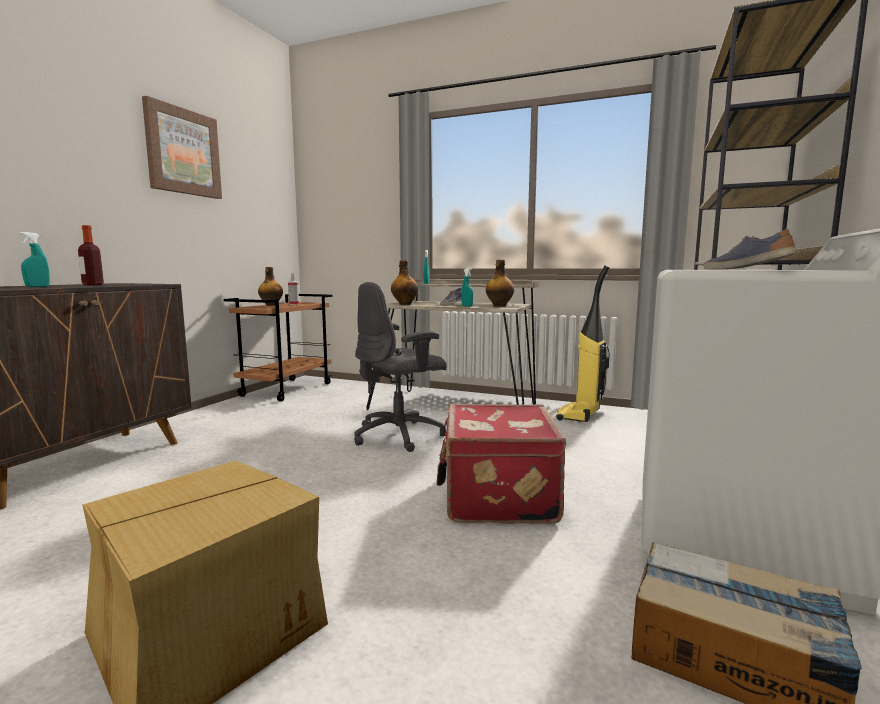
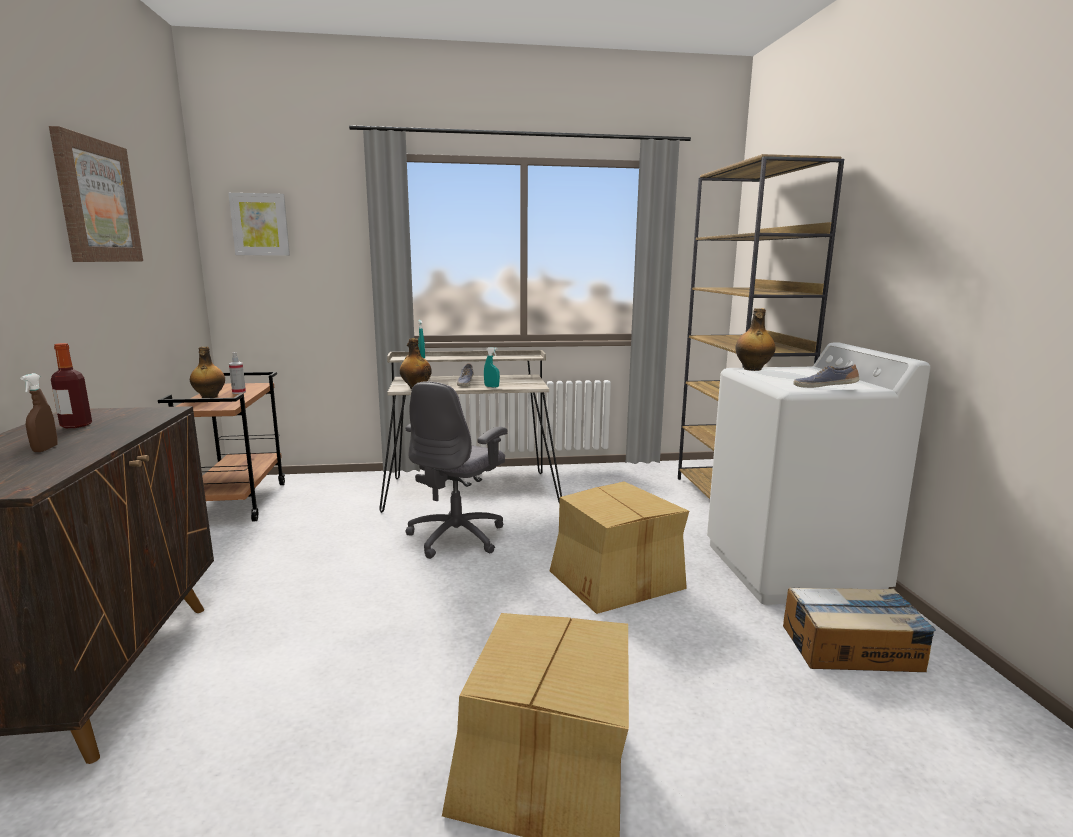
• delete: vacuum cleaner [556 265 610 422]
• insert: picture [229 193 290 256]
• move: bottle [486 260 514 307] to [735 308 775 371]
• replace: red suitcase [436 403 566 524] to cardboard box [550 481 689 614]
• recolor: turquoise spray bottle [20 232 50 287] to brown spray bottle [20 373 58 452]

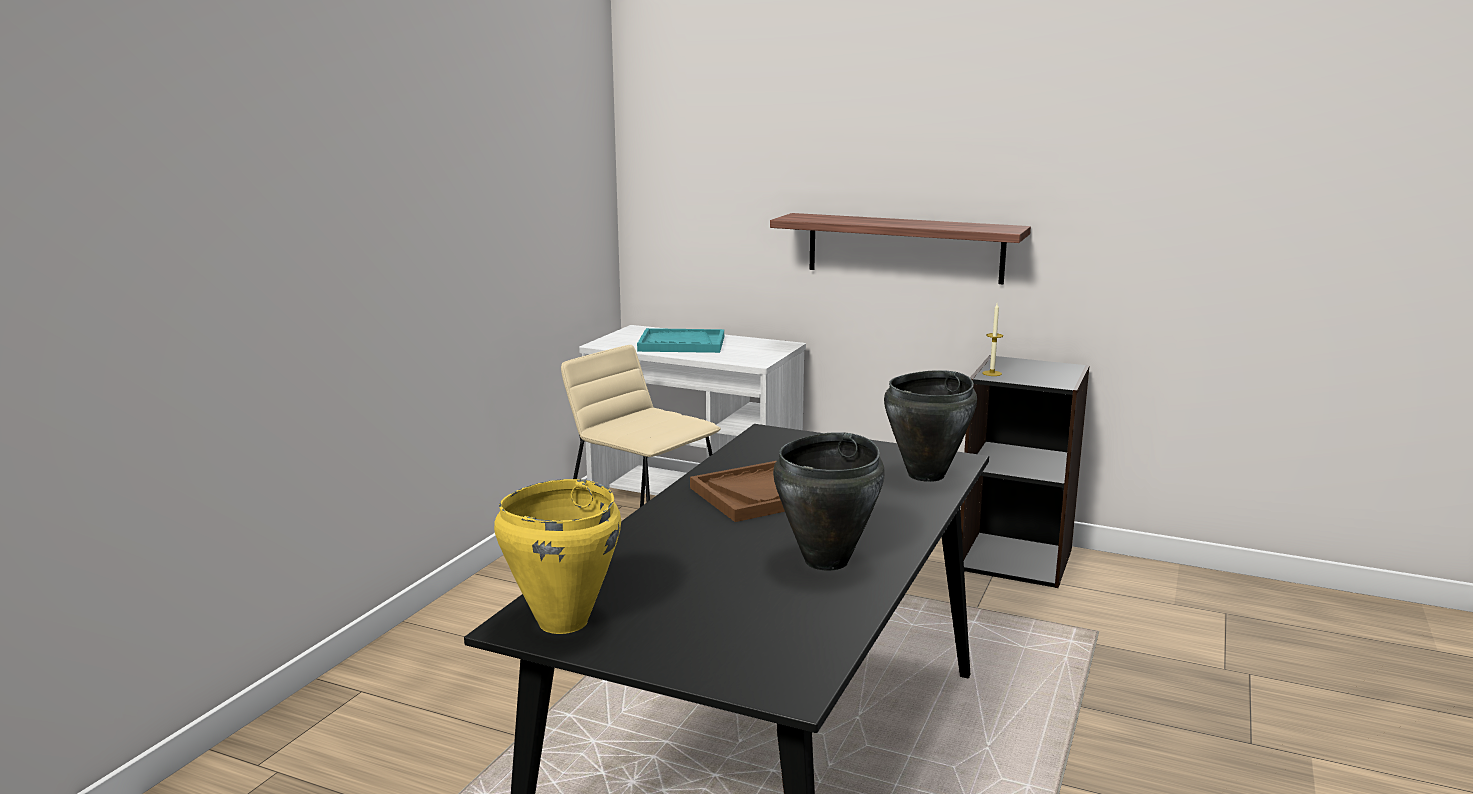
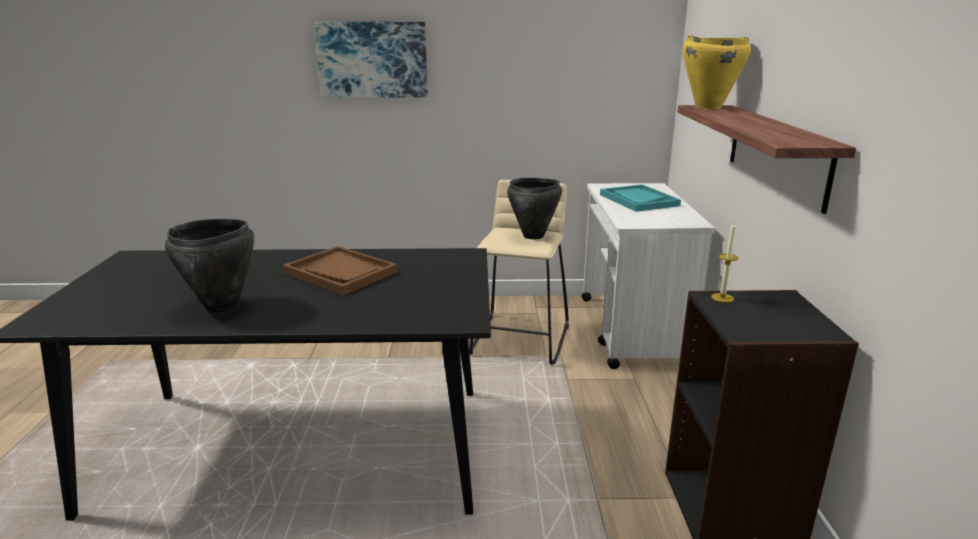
• insert: picture [314 22 428 98]
• move: yellow cooking pot [494 479 621 634] to [682 35 751 109]
• move: black cooking pot [884 370 977 482] to [507 178 562 239]

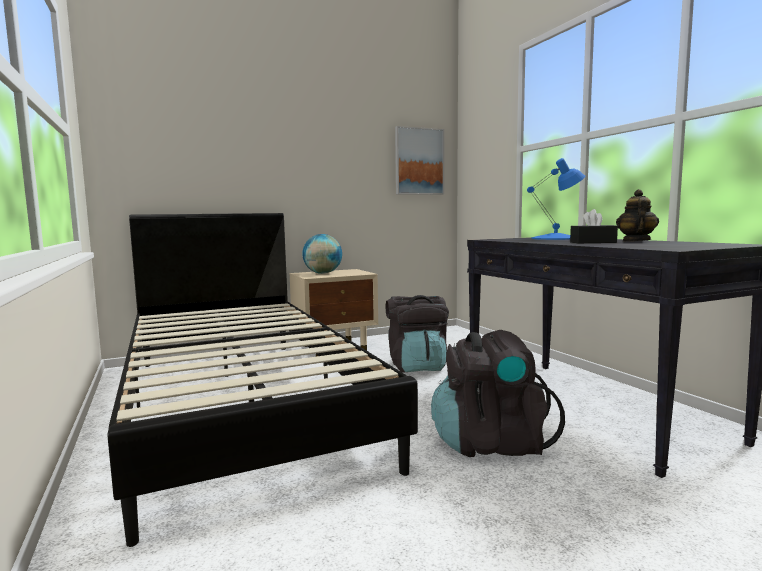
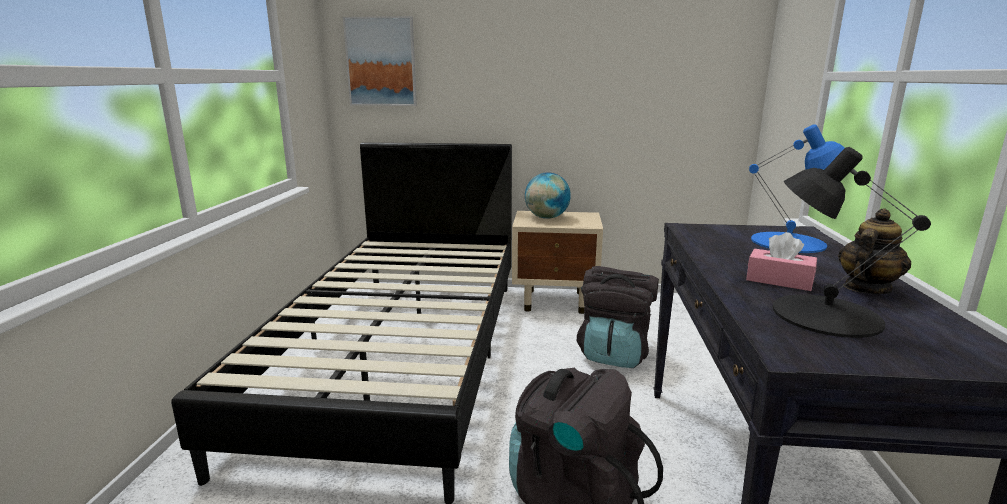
• insert: black table lamp [773 147 931 338]
• move: picture [395 126 444 195] to [343 16 417 106]
• recolor: black tissue box [570 209 618 243] to pink tissue box [746 232 817 291]

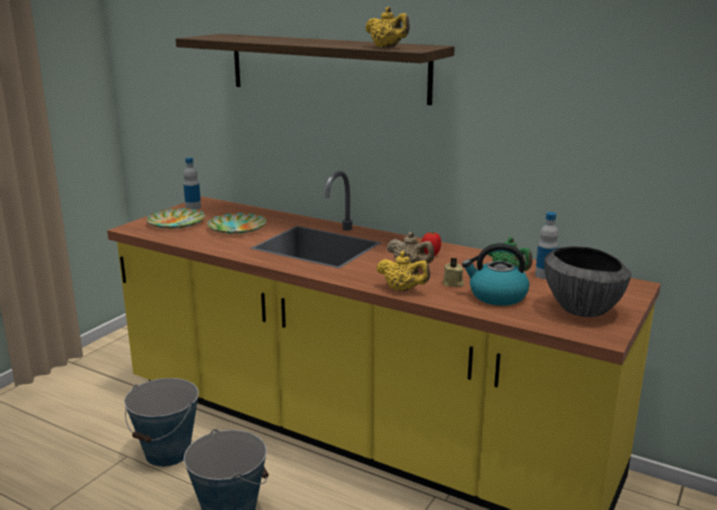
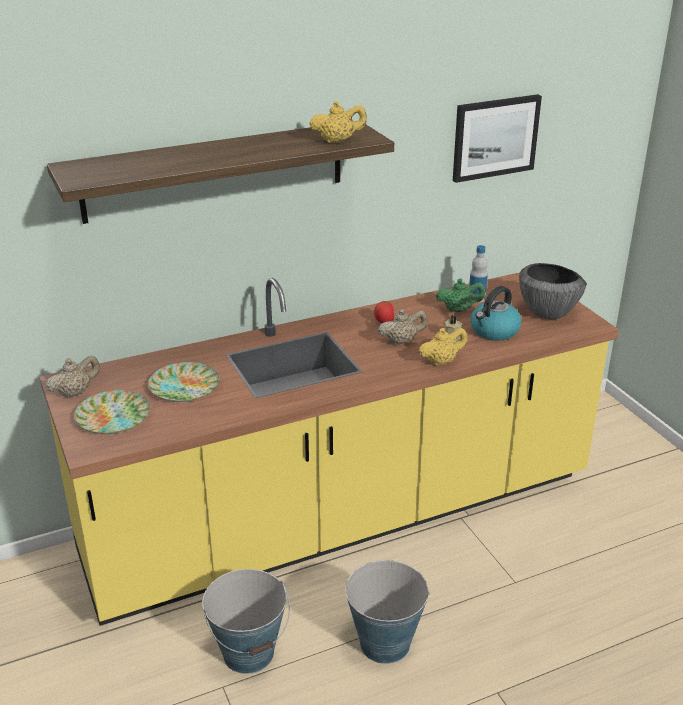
• insert: picture [453 94 542 183]
• replace: bottle [183 157 201 210] to beige teapot [46 355 100 398]

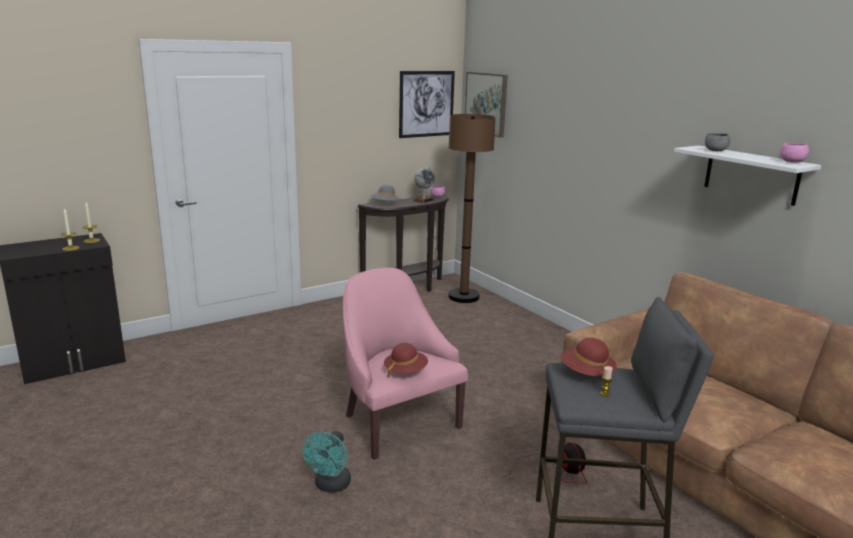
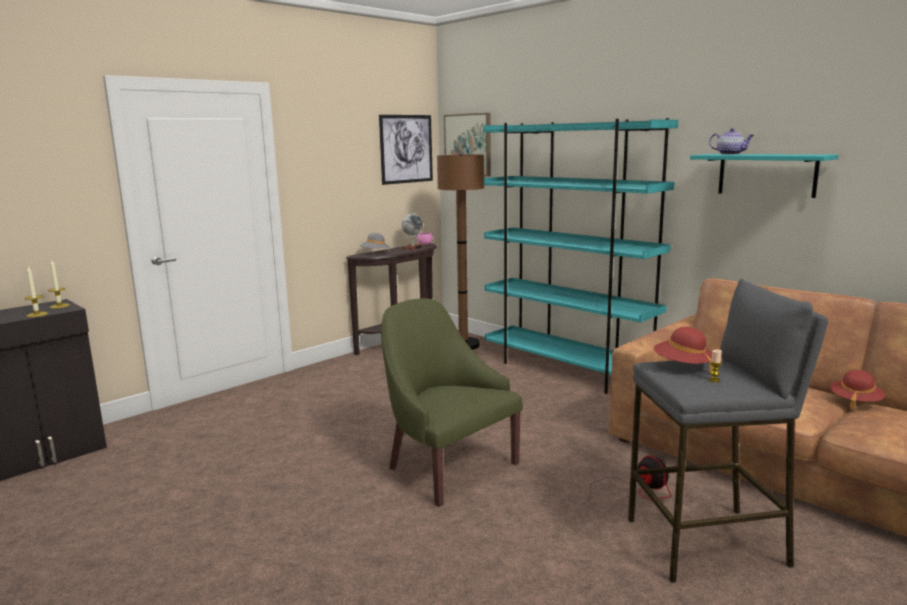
• delete: turquoise fan [302 431 351 492]
• delete: pink bowl [780 143 809 162]
• insert: turquoise bookcase [484 118 678 394]
• move: red hat [384 343 428 378] to [830 370 885 410]
• replace: grey bowl [705 133 730 151] to teapot [709 128 754 155]
• recolor: pink armchair [343 268 468 460] to green armchair [381 298 523 507]
• recolor: white shelf [674 146 821 206] to turquoise shelf [690 154 838 198]

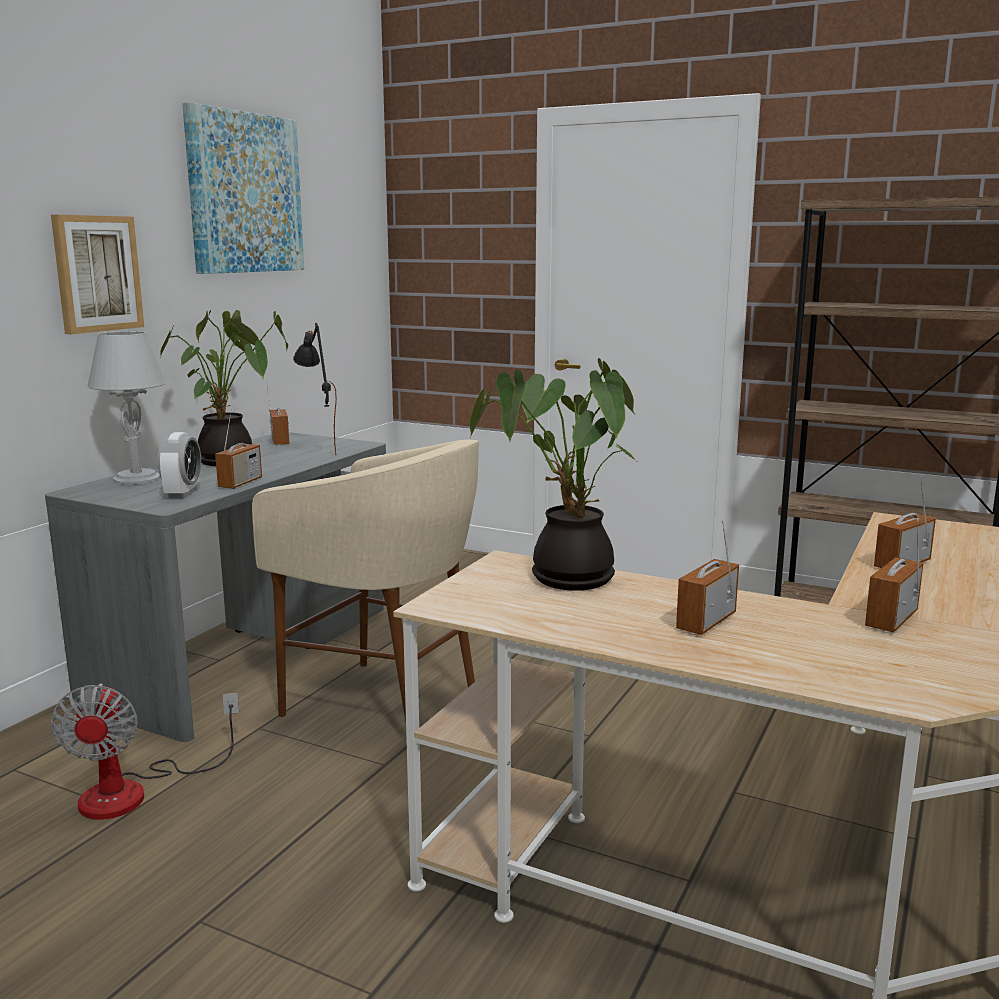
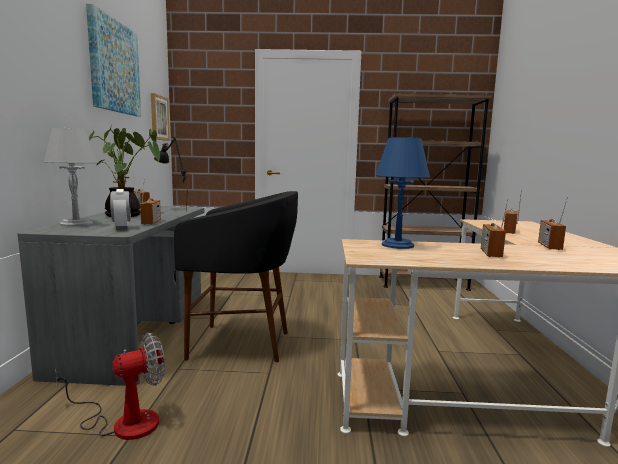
• move: picture [51 215 144 334] to [151 93 170 141]
• replace: potted plant [470 358 636 591] to blue table lamp [375 137 430 249]
• recolor: beige stool [252 440 479 722] to black stool [174 191 298 362]
• rotate: fan [50 683 239 820] = [55 333 165 440] 90 degrees counterclockwise

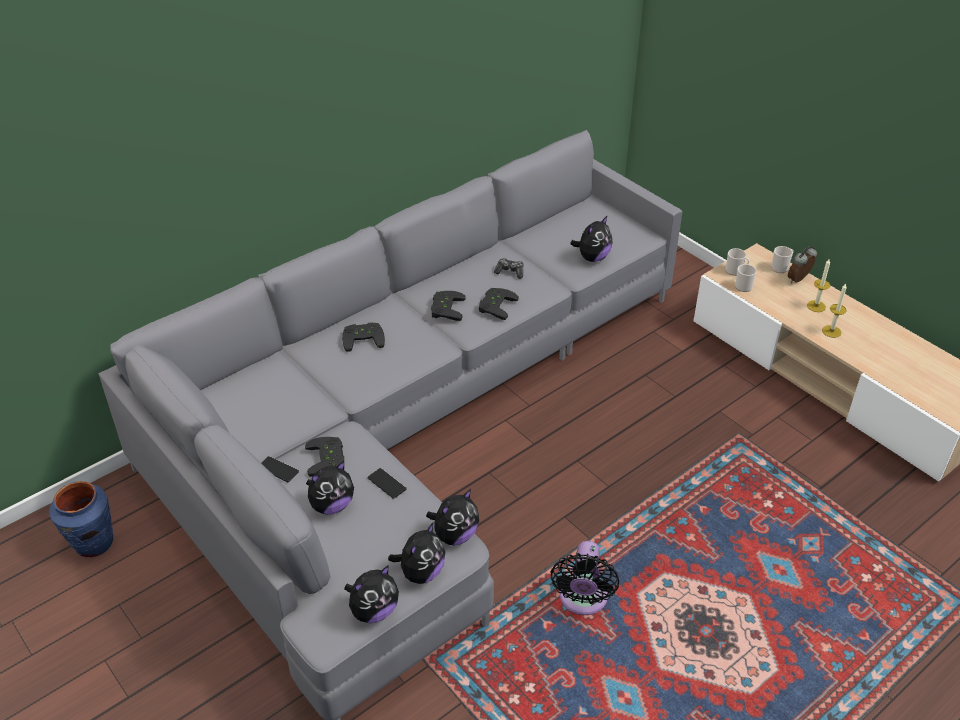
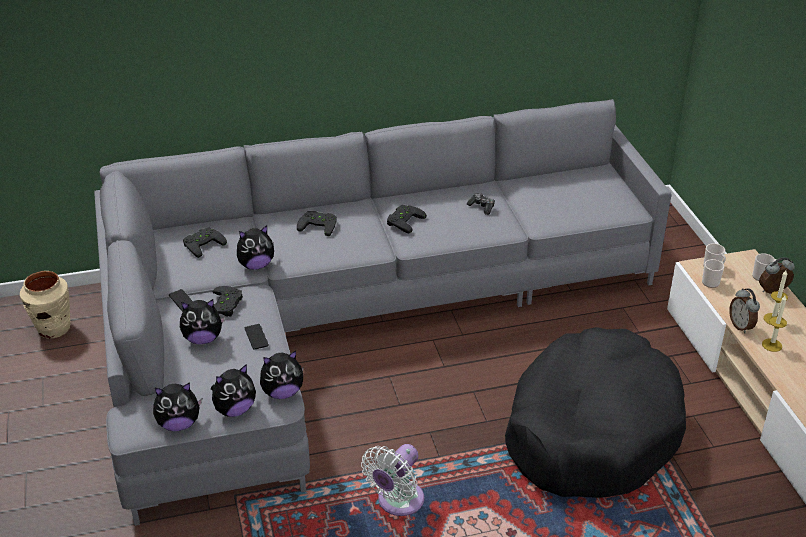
• insert: black dog bed [505 327 686 498]
• insert: alarm clock [729 288 760 334]
• move: black game controller [479 288 519 320] to [183 228 227 258]
• move: plush toy [570 216 612 262] to [237 226 274 270]
• recolor: blue vase [49 481 113 557] to beige vase [20 271 70 339]
• recolor: black fan [551 541 619 615] to white fan [361 444 424 516]

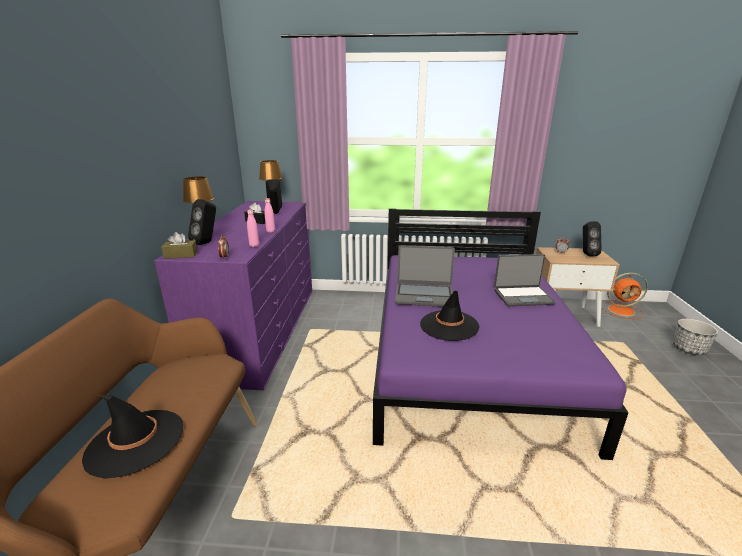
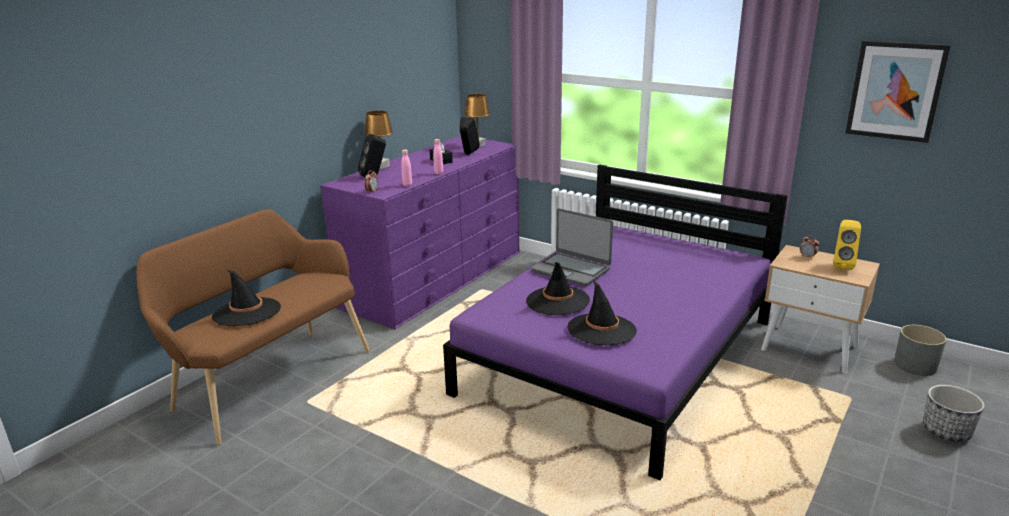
• delete: brown tissue box [161 232 198 259]
• delete: laptop [494 254 556 306]
• insert: black hat [568 279 637 345]
• insert: picture [845 40 951 143]
• replace: orange fan [601 273 648 319] to grey planter [894 325 947 376]
• recolor: black speaker [583 221 602 257] to yellow speaker [833 220 861 270]

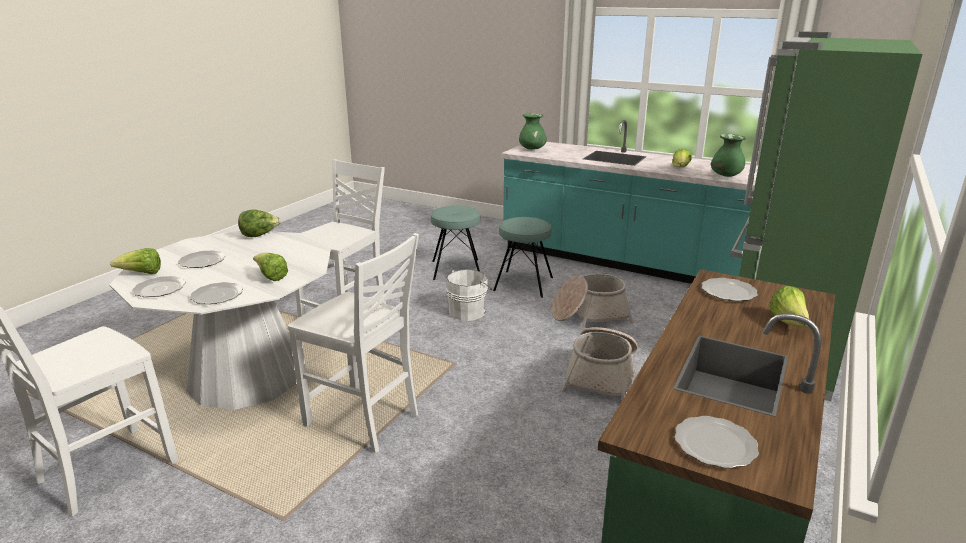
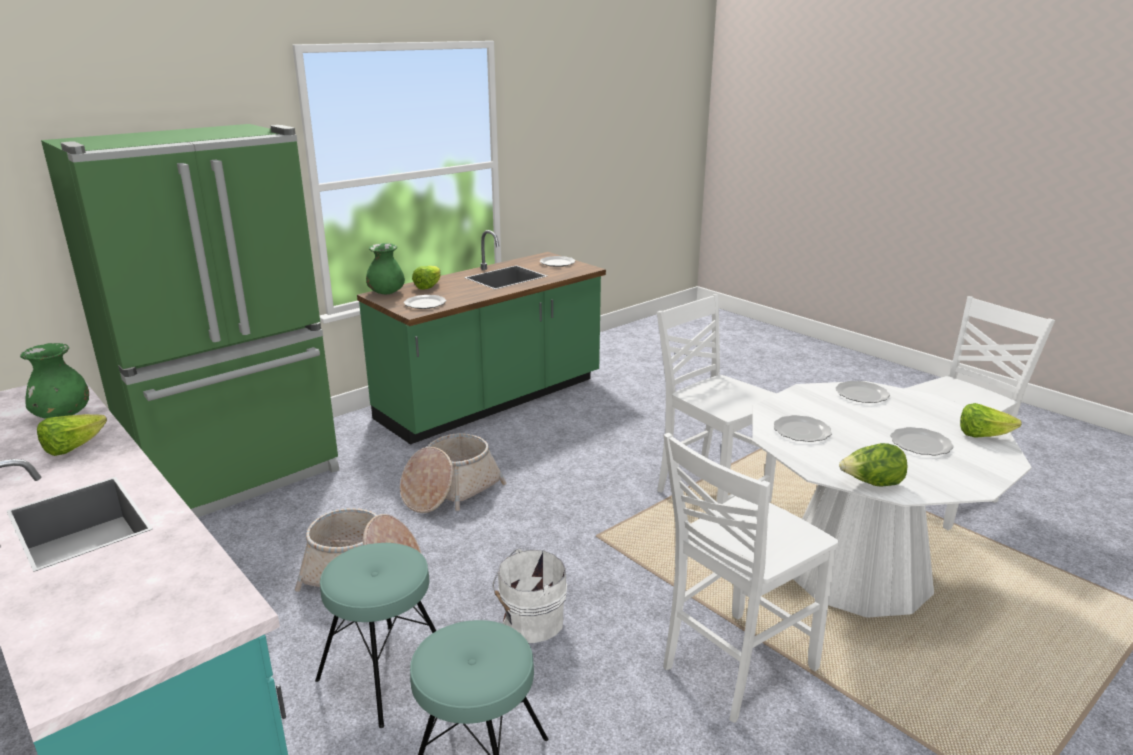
• delete: lettuce [253 253 288 281]
• move: plate [132 276 186 297] to [774 415 832 442]
• move: green vase [519 113 547 150] to [366 243 405 294]

